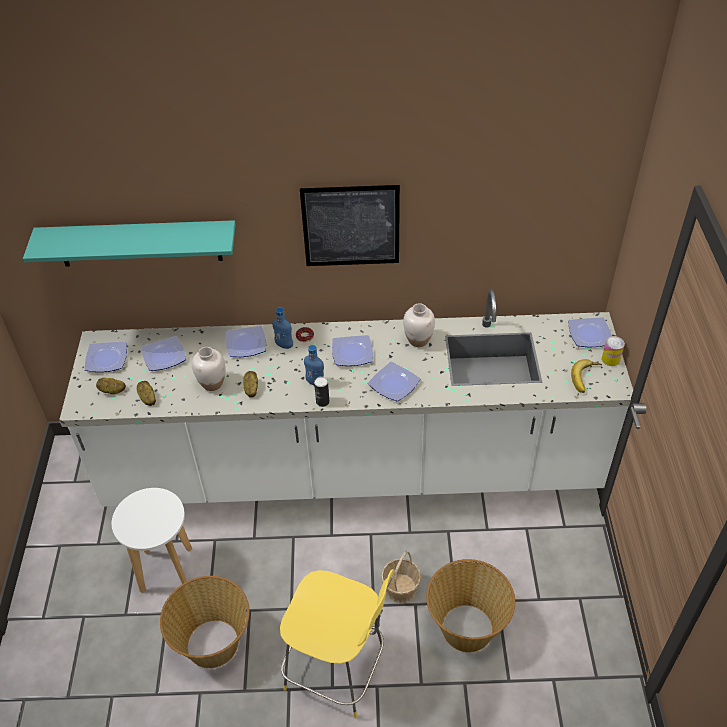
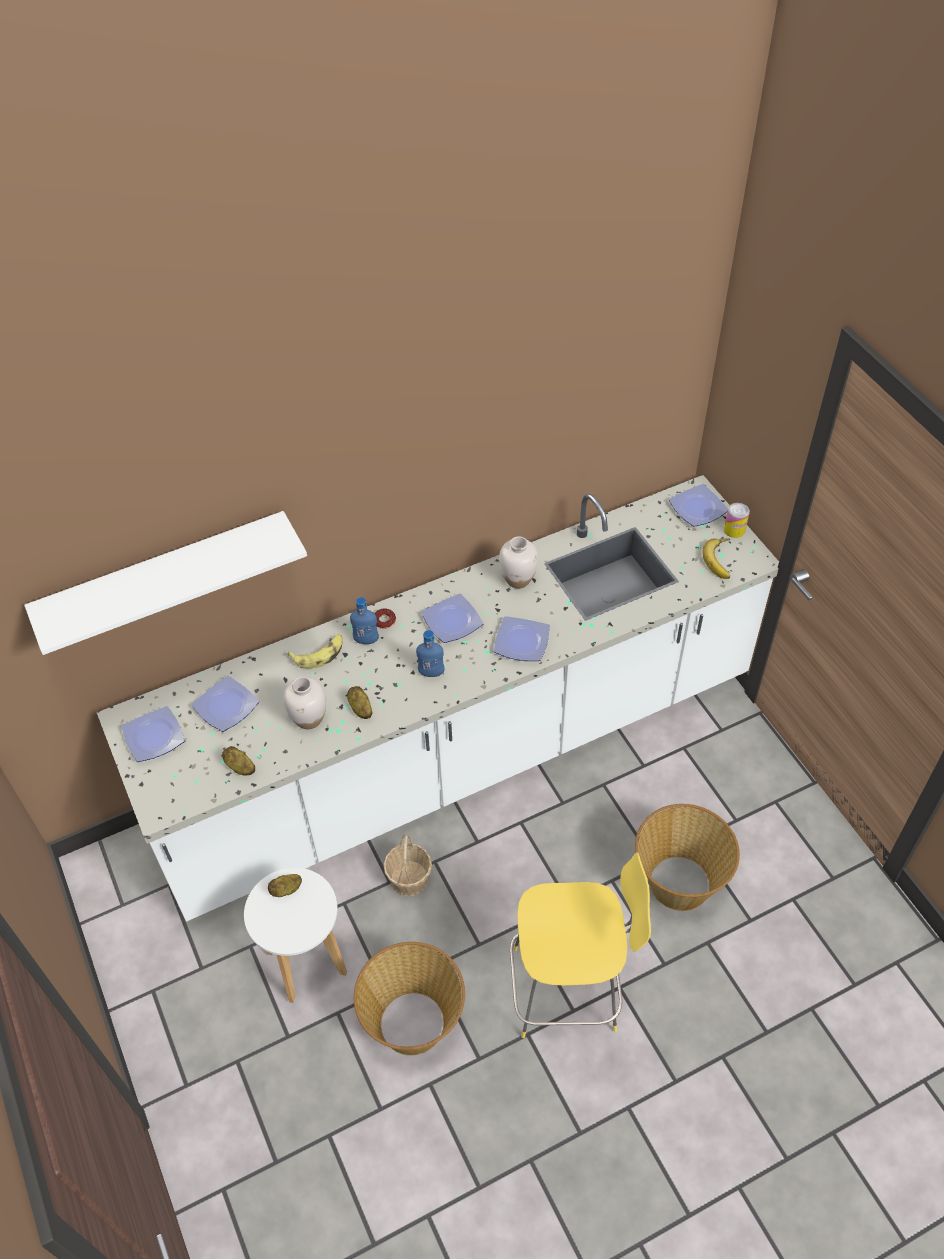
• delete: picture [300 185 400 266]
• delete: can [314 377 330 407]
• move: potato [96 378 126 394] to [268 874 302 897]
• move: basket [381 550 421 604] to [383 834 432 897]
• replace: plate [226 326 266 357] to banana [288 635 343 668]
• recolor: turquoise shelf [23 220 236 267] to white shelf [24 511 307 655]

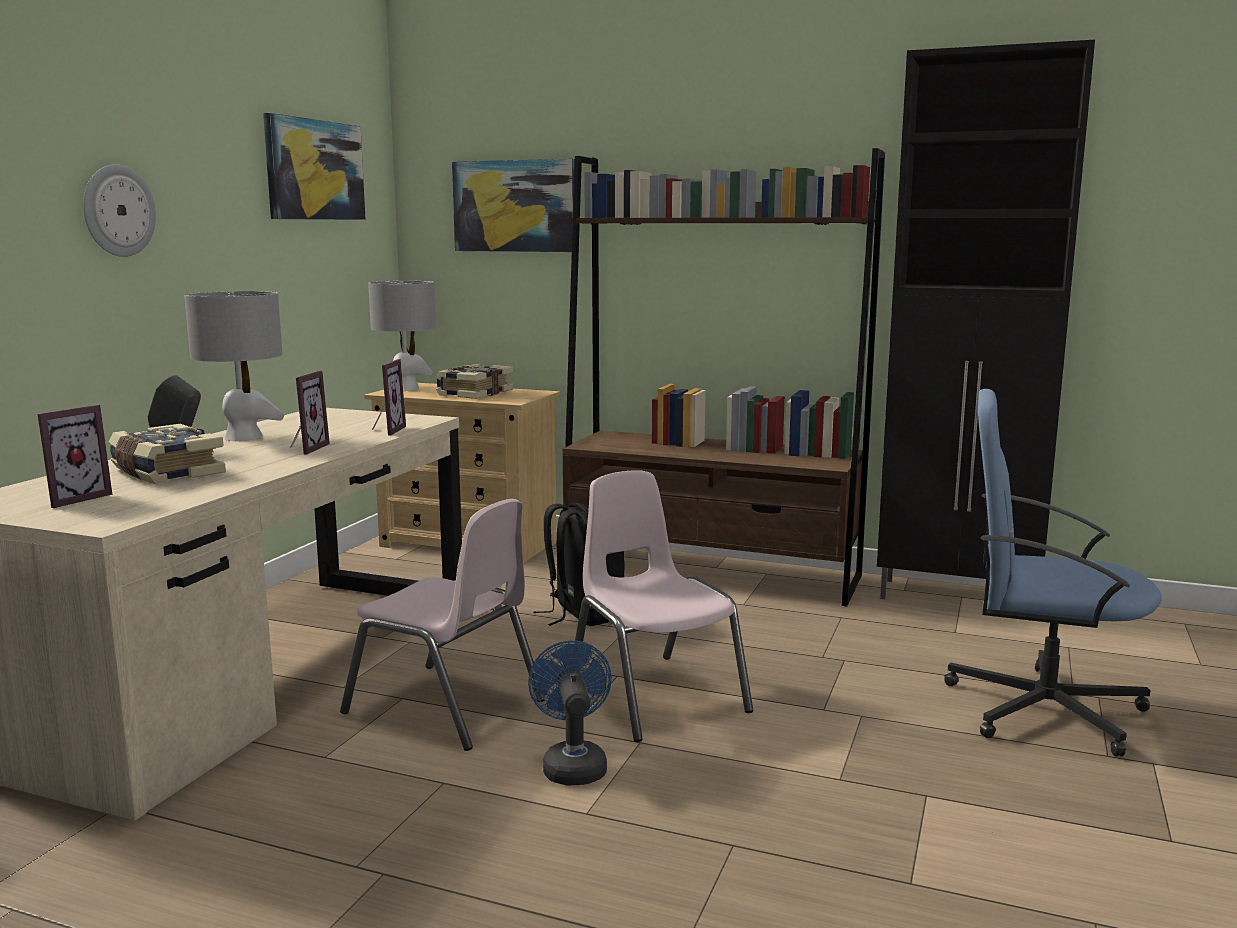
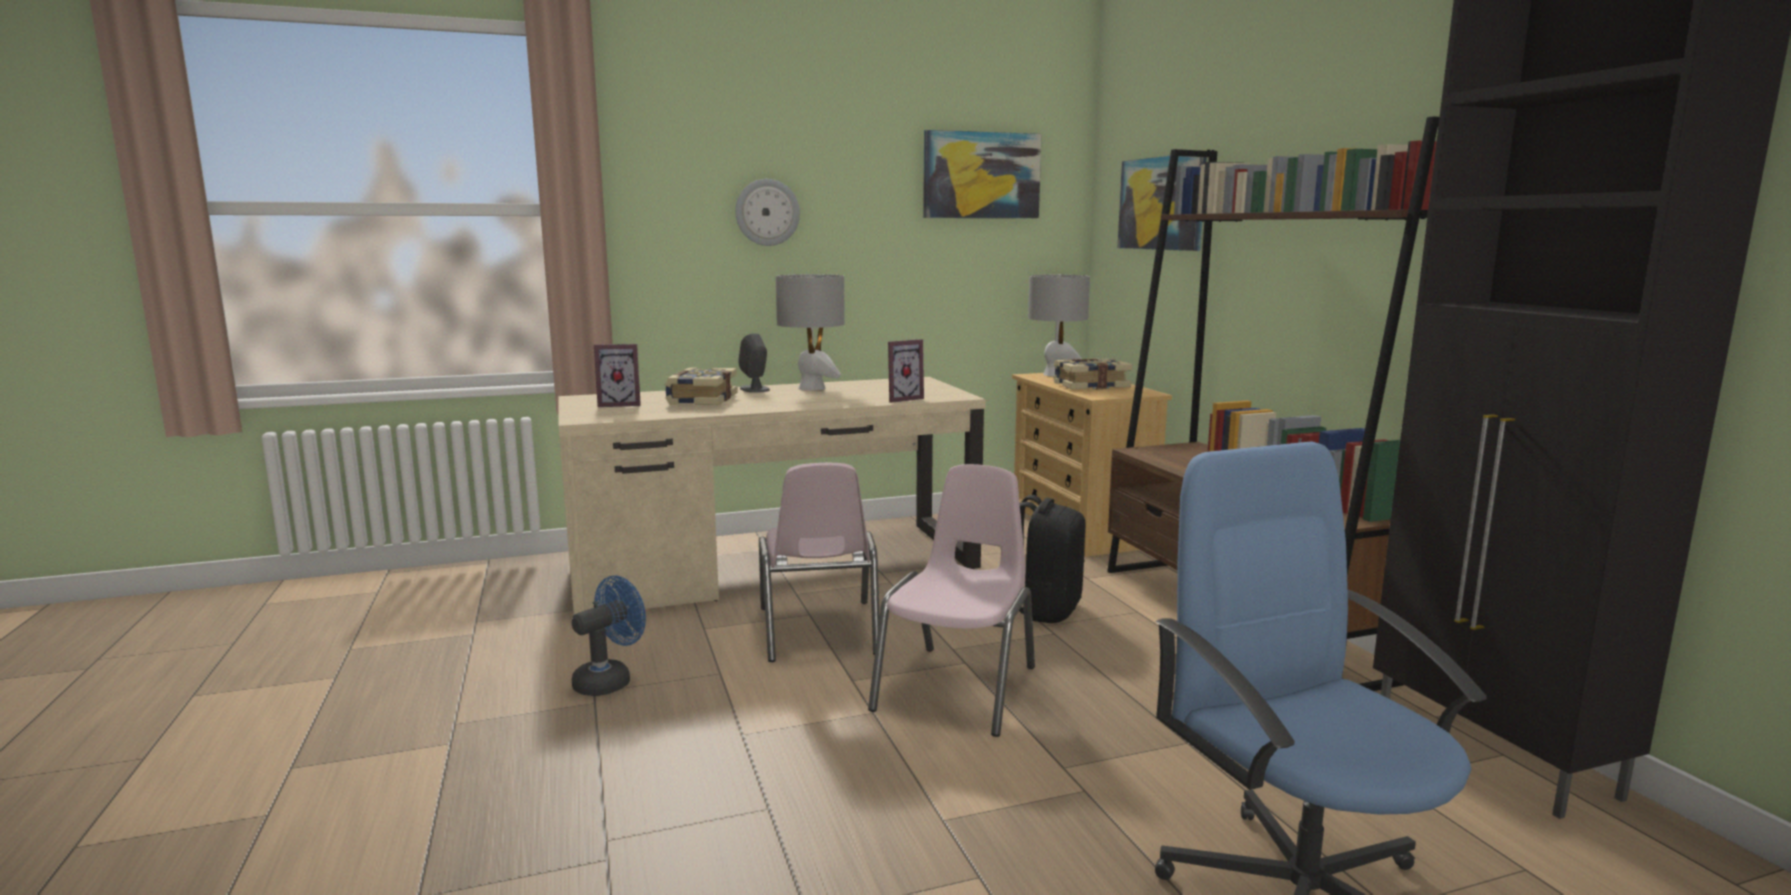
• delete: picture frame [290 371 330 455]
• move: blue fan [528 640 612 785] to [572 575 646 696]

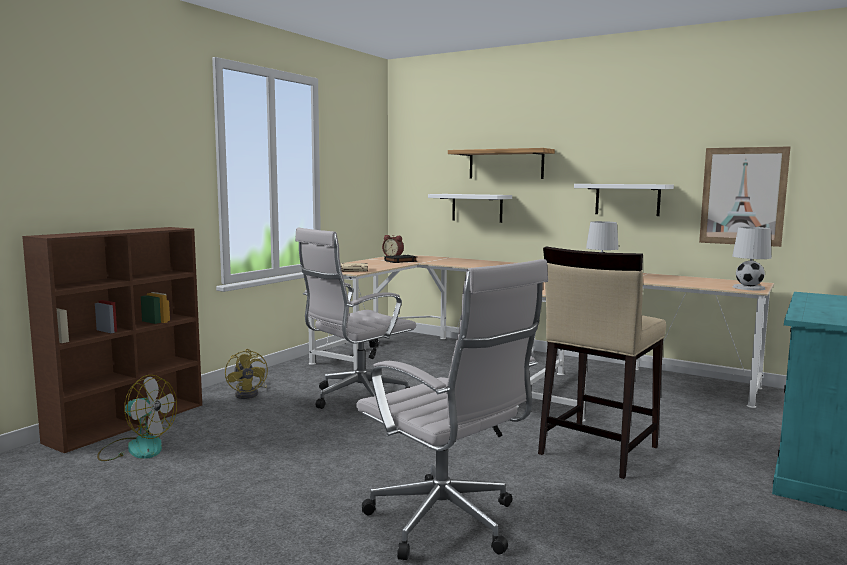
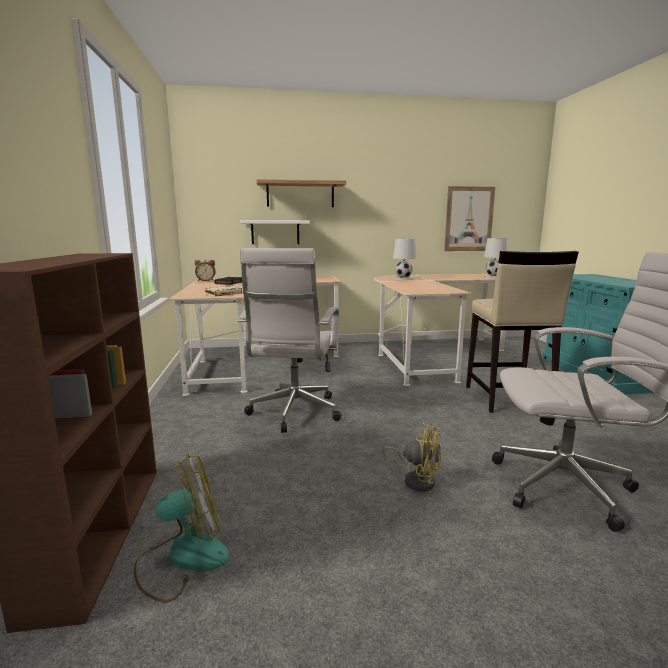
• delete: white shelf [574 184 674 216]
• move: yellow fan [225 349 268 399] to [382 423 441 492]

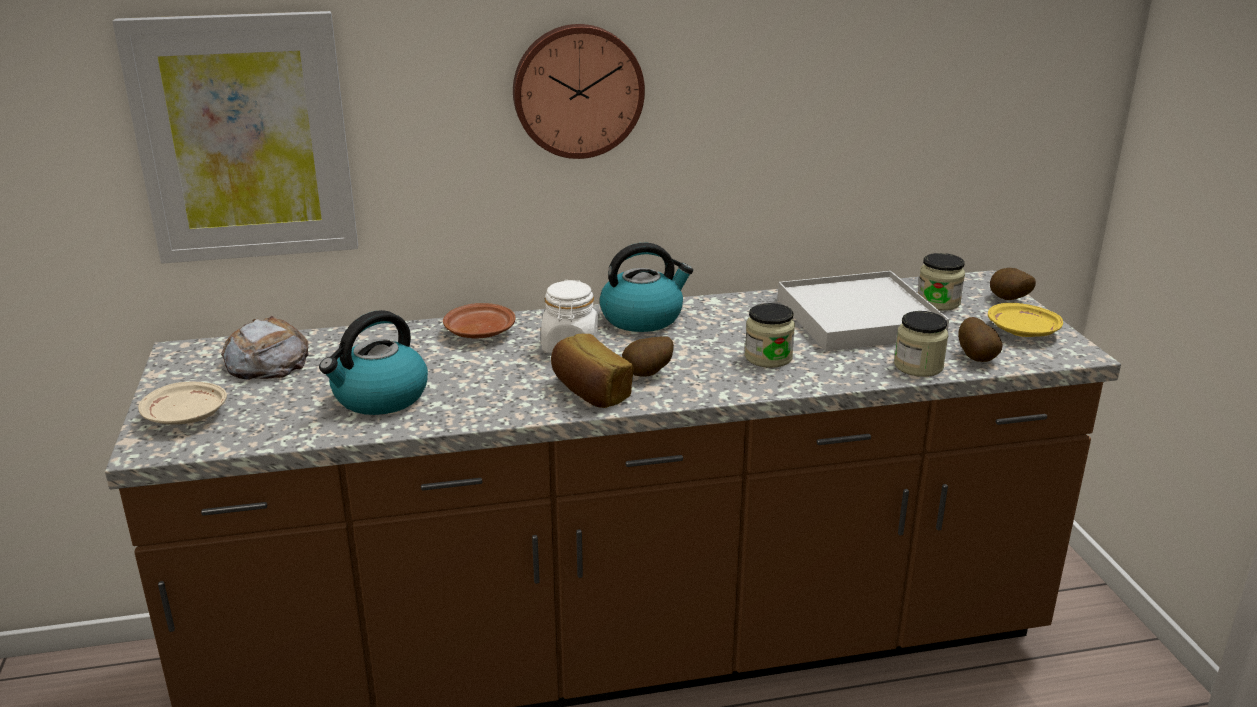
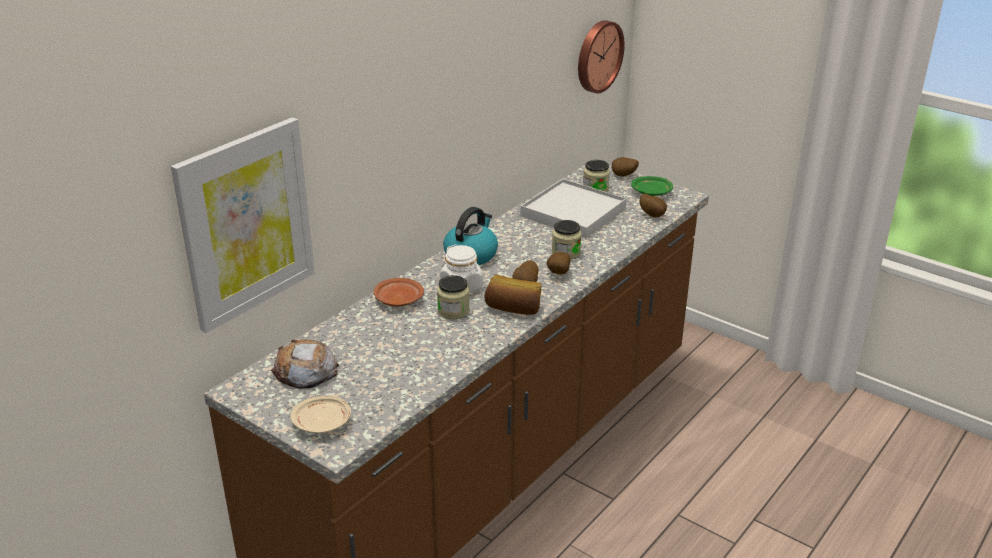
• delete: kettle [319 310 428 415]
• insert: potato [547 252 570 275]
• move: wall clock [513 24 645 159] to [578 20 625 93]
• move: jar [894 311 948 377] to [437 275 470 319]
• recolor: yellow plate [988 303 1063 337] to green plate [631 176 673 196]

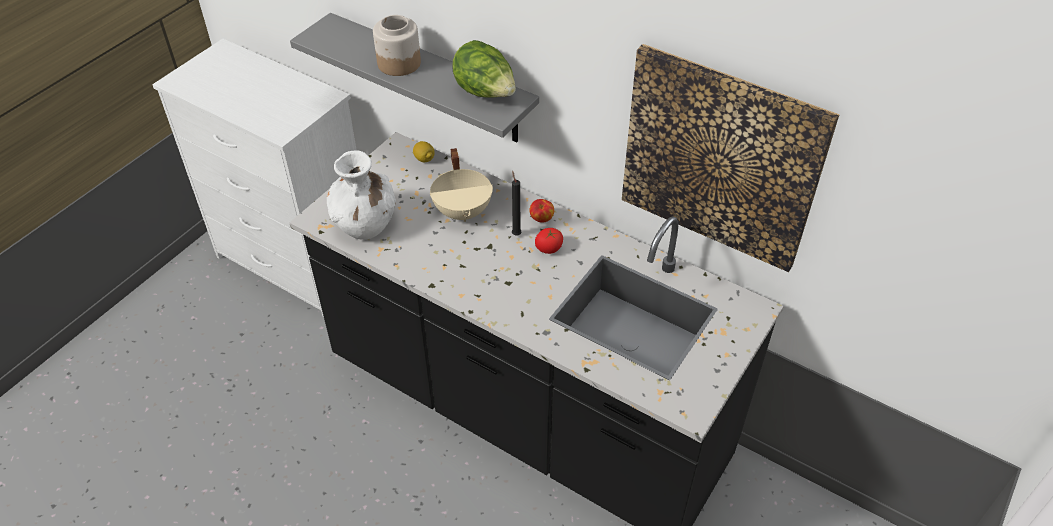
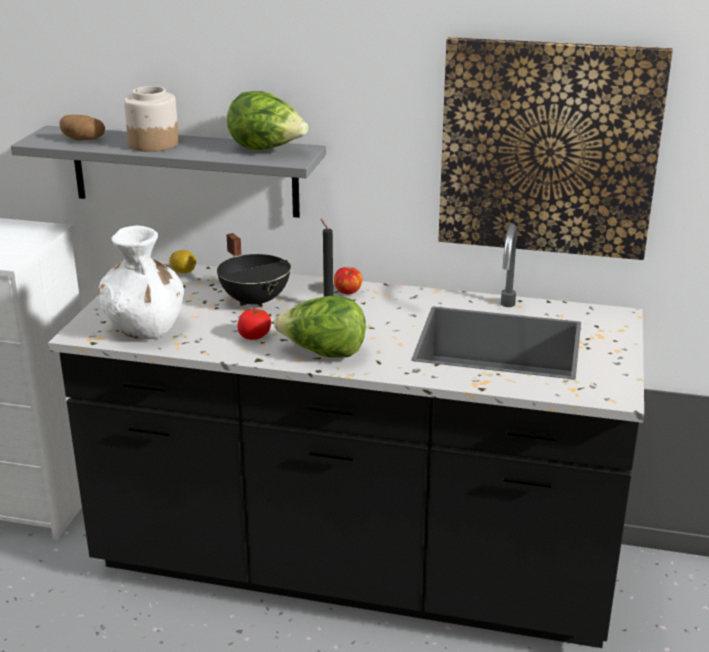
• insert: potato [60 115 105 141]
• insert: lettuce [274 295 366 358]
• move: tomato [535 228 563 254] to [237 309 271 340]
• recolor: beige cooking pot [430 148 493 222] to black cooking pot [217 233 291 308]

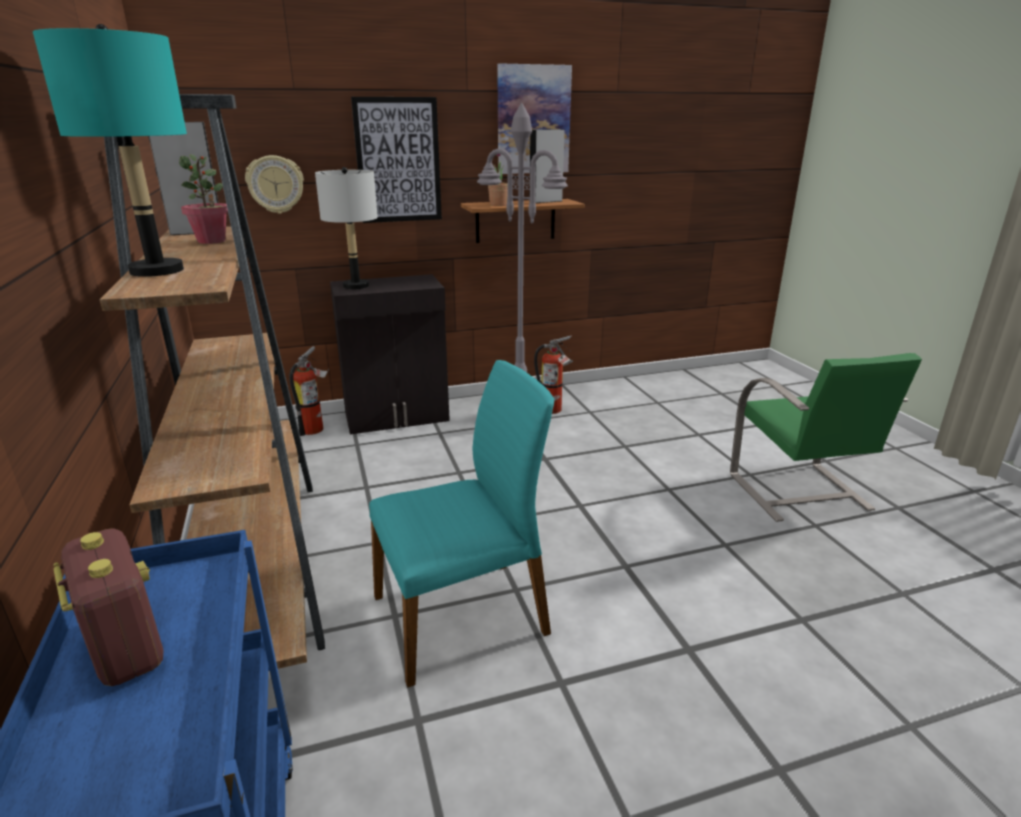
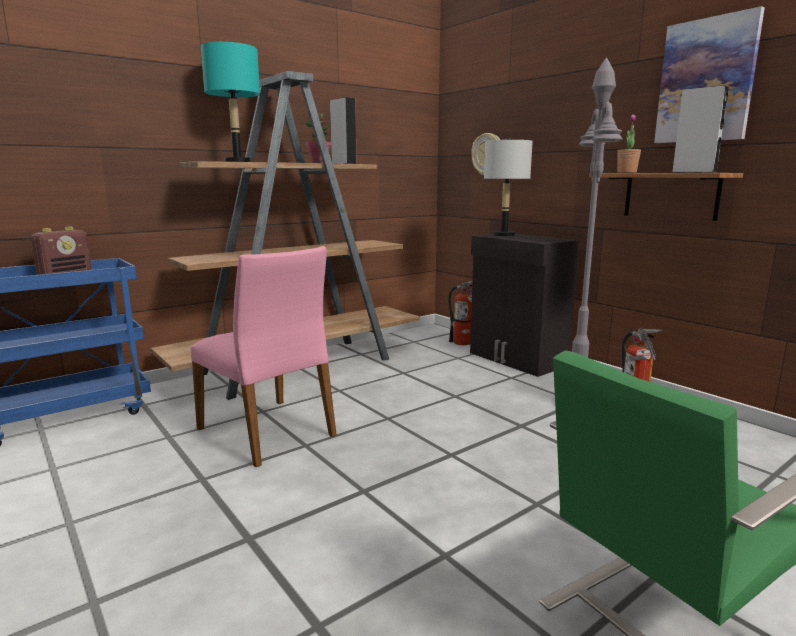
• delete: picture [351 97 442 223]
• recolor: turquoise chair [369 360 554 688] to pink chair [191 246 337 467]

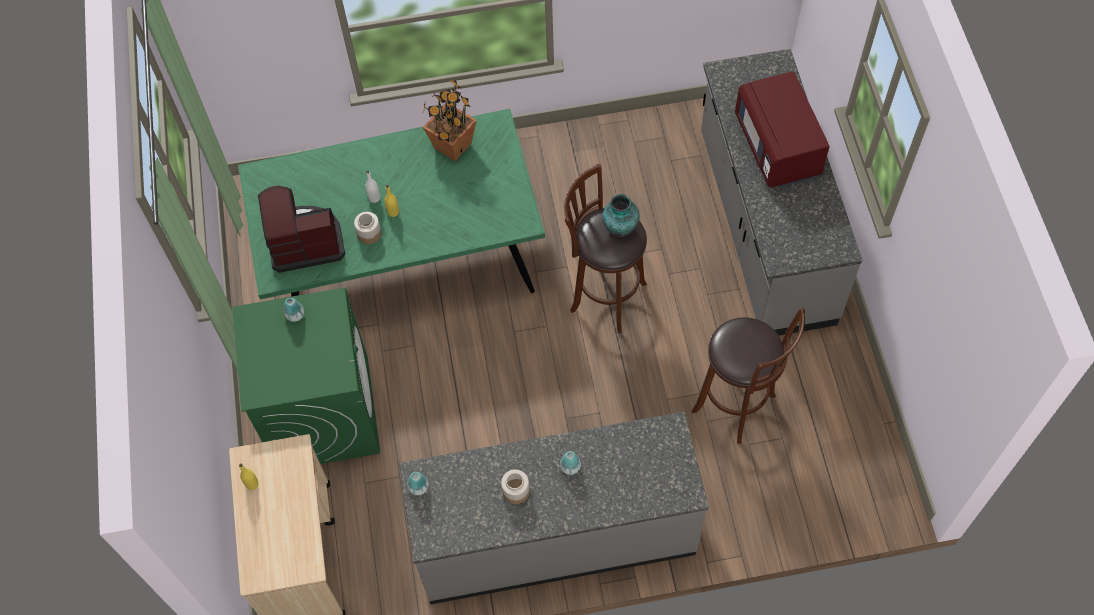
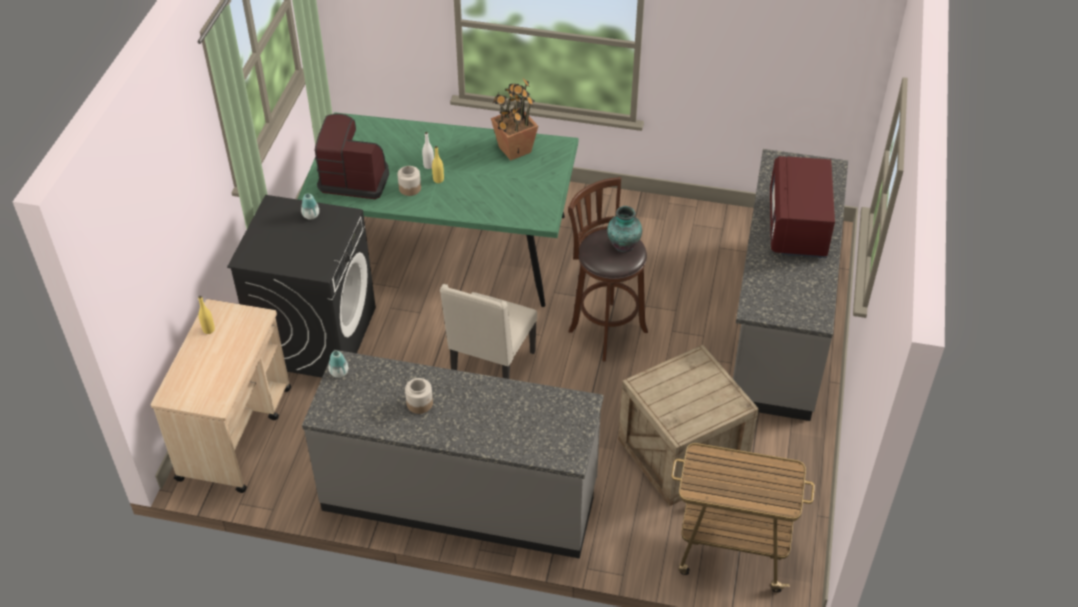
• delete: vase [560 451 581 475]
• insert: beige chair [440 284 537 379]
• insert: cart [671 443 815 592]
• replace: brown stool [692 308 805 444] to crate [618 345 759 506]
• recolor: green washing machine [232 288 380 464] to black washing machine [227 195 376 378]

